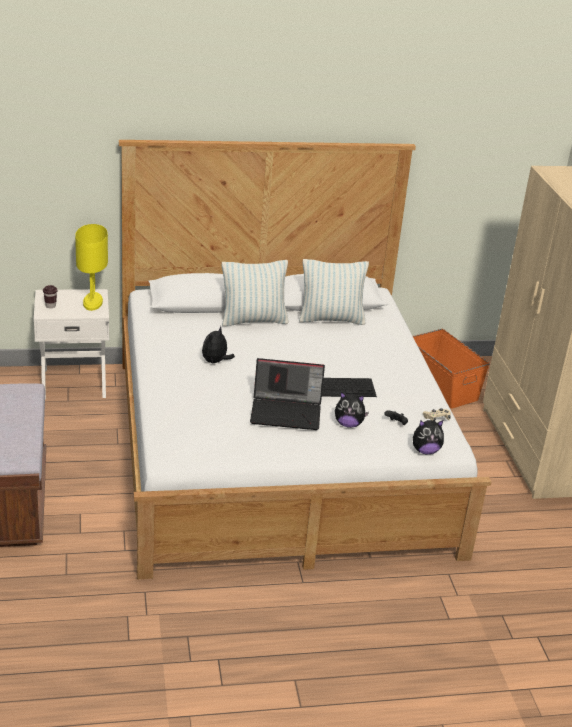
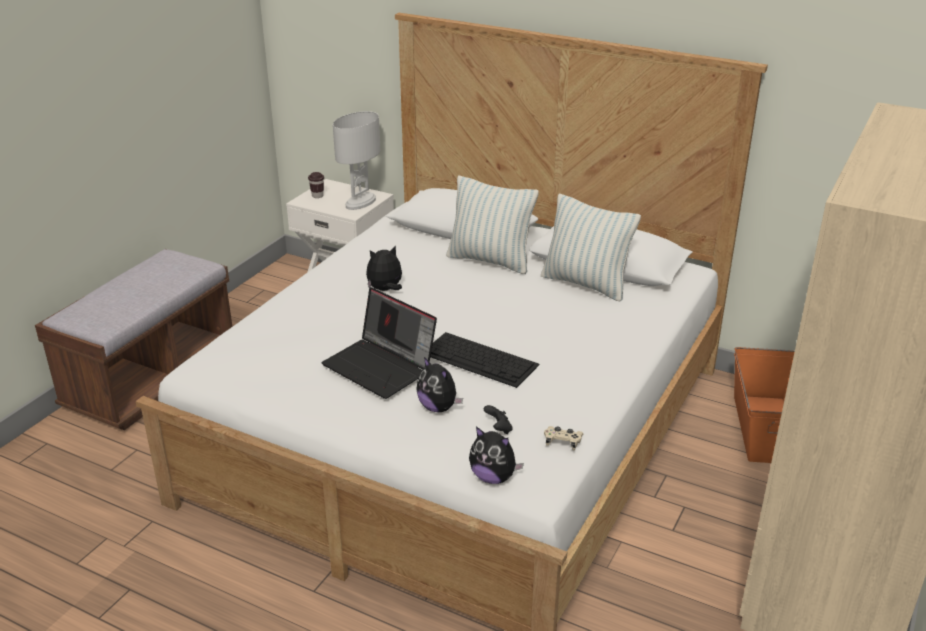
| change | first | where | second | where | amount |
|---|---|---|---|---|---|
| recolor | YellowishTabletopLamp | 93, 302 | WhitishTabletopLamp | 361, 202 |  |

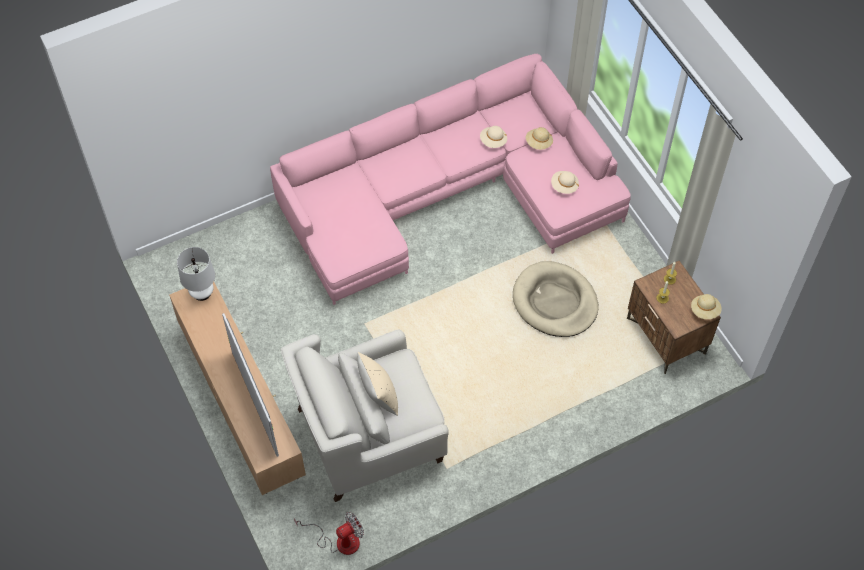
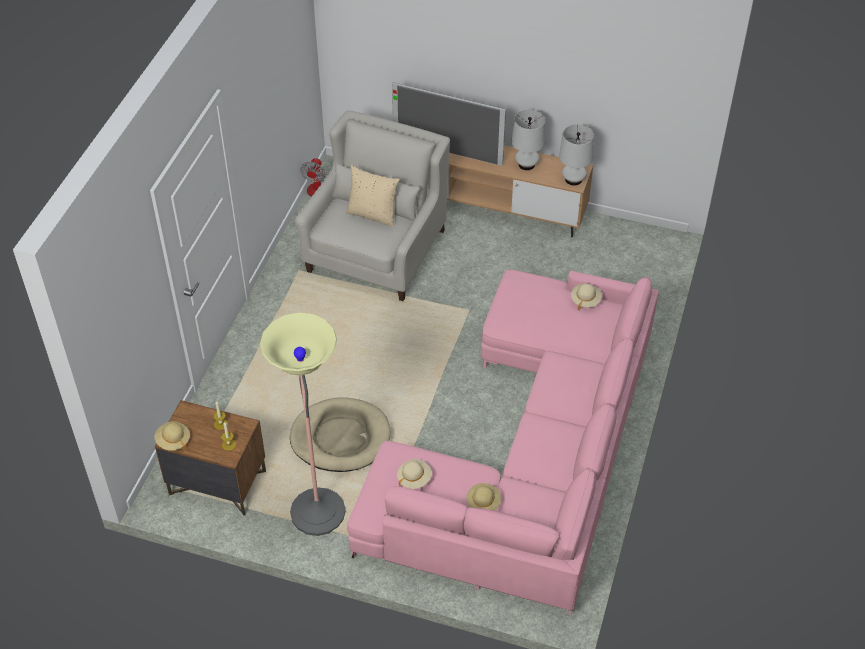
| change | first | where | second | where | amount |
|---|---|---|---|---|---|
| move | BeigeHat | 493, 141 |  | 585, 300 |  |
| insert |  |  | FloorLamp | 318, 512 |  |
| insert |  |  | WhitishTabletopLamp | 526, 164 |  |

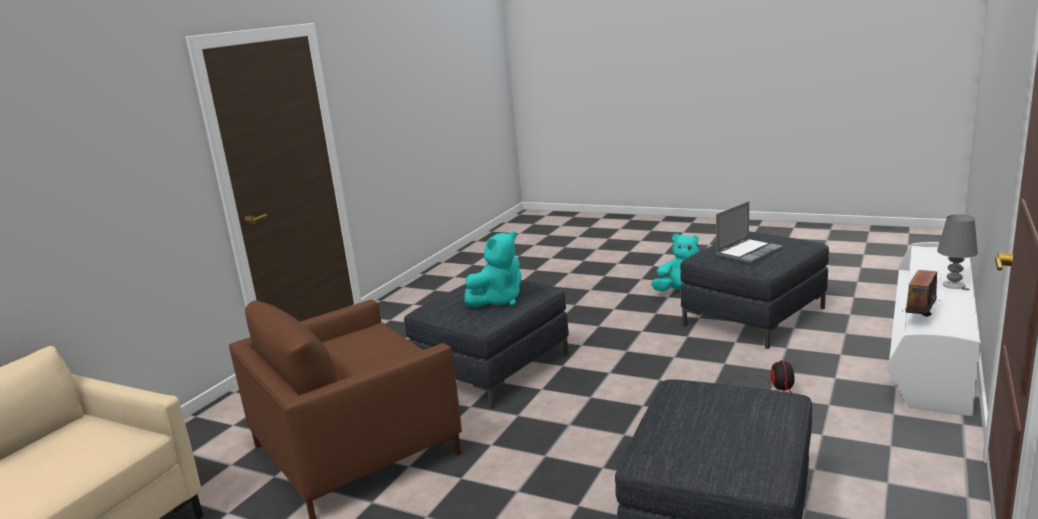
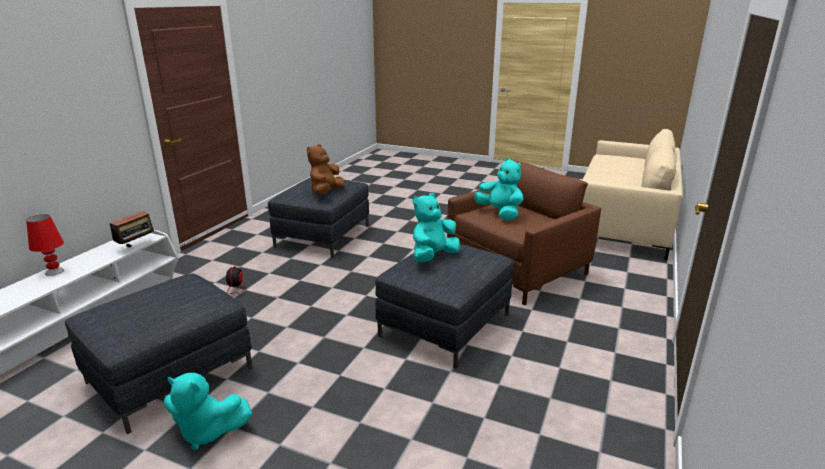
| change | first | where | second | where | amount |
|---|---|---|---|---|---|
| delete | NotebookComputer | 748, 252 |  |  |  |
| recolor | GrayTabletopLamp | 953, 285 | RedColouredTabletopLamp | 54, 272 |  |
| insert |  |  | BrownCuddlyToy | 326, 192 |  |
| insert |  |  | BlueGreenCuddlyToy | 500, 213 |  |

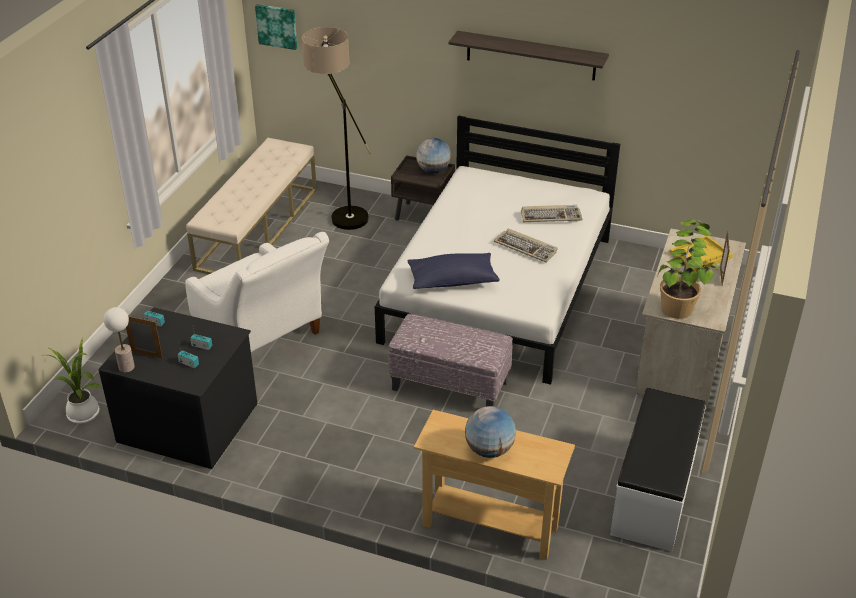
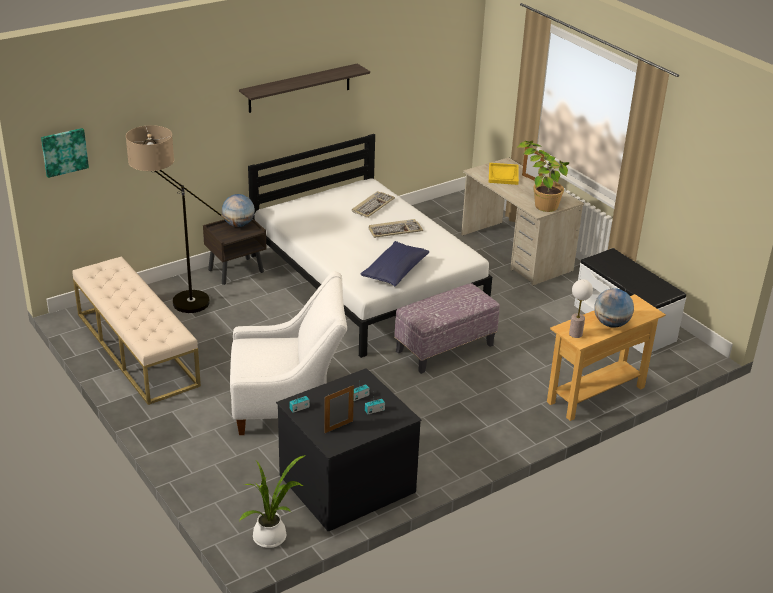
| change | first | where | second | where | amount |
|---|---|---|---|---|---|
| move | TabletopLamp | 127, 367 |  | 575, 334 |  |

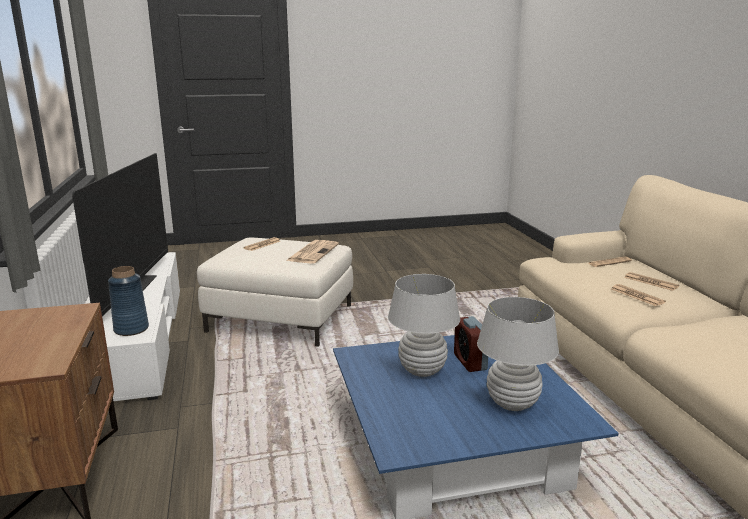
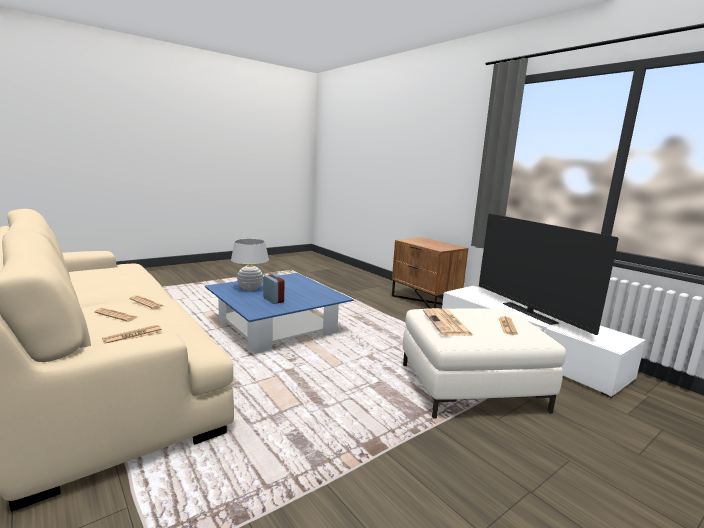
| change | first | where | second | where | amount |
|---|---|---|---|---|---|
| delete | BluishVase | 131, 329 |  |  |  |
| delete | WhitishTabletopLamp | 422, 370 |  |  |  |

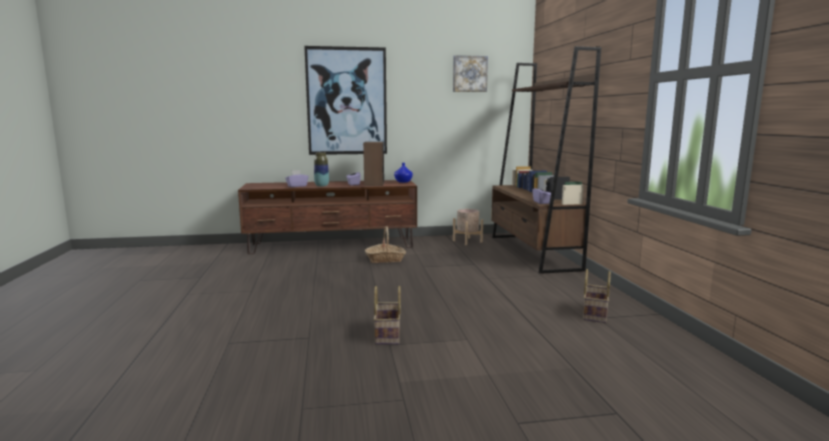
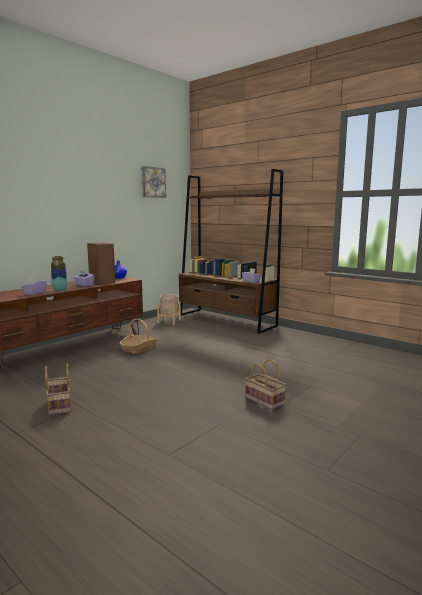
| change | first | where | second | where | amount |
|---|---|---|---|---|---|
| delete | WallArt | 346, 101 |  |  |  |
| move | Basket | 594, 314 |  | 59, 405 |  |

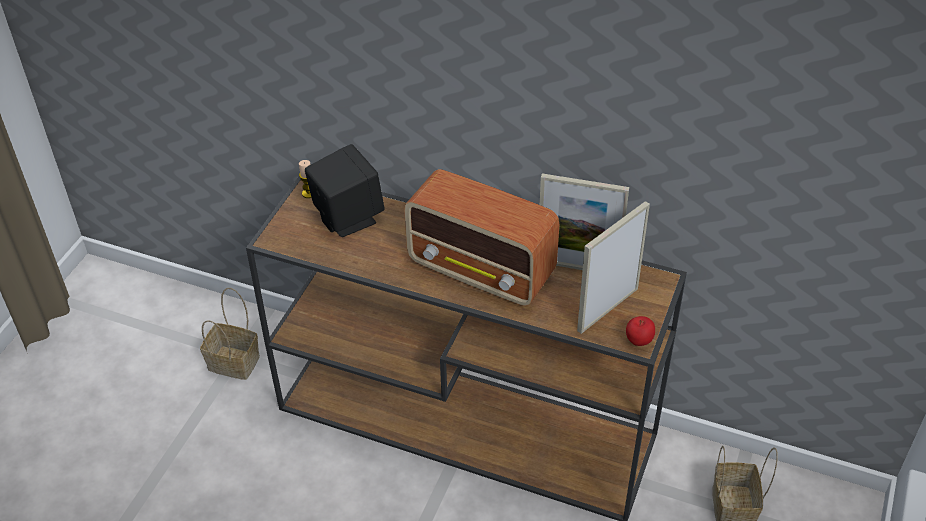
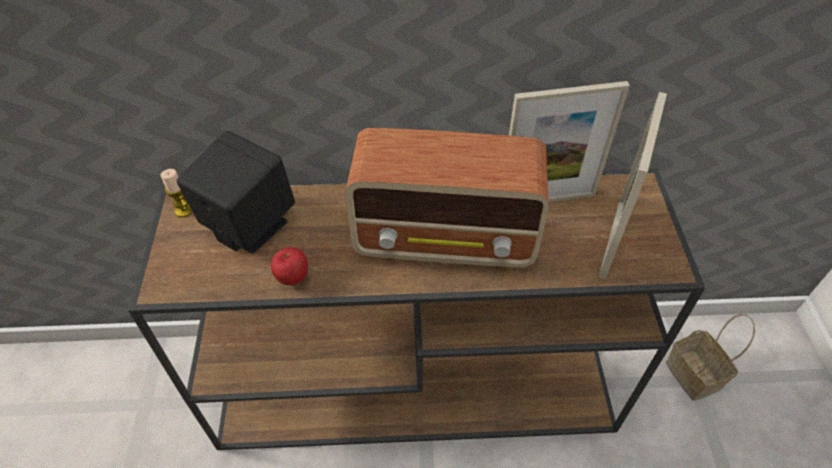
| change | first | where | second | where | amount |
|---|---|---|---|---|---|
| delete | Basket | 235, 362 |  |  |  |
| move | Apple | 638, 341 |  | 292, 278 |  |

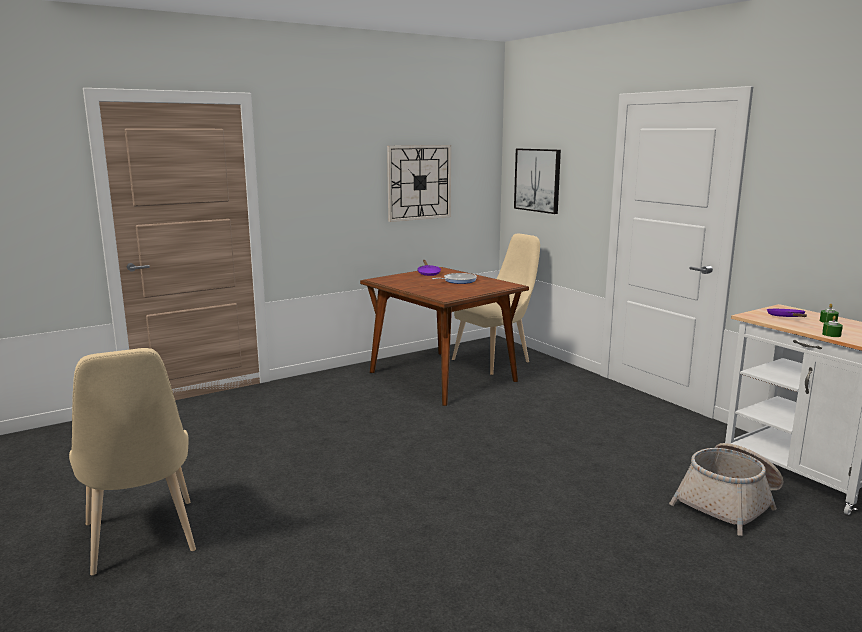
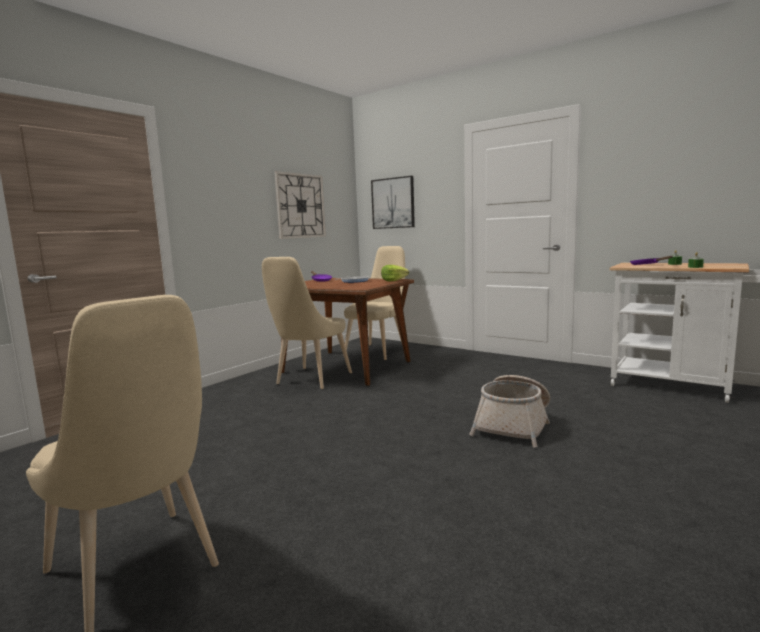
| change | first | where | second | where | amount |
|---|---|---|---|---|---|
| move | Basket | 729, 503 |  | 513, 425 |  |
| insert |  |  | BeigeUprightChair | 310, 380 |  |
| insert |  |  | HeadOfLettuce | 393, 281 |  |

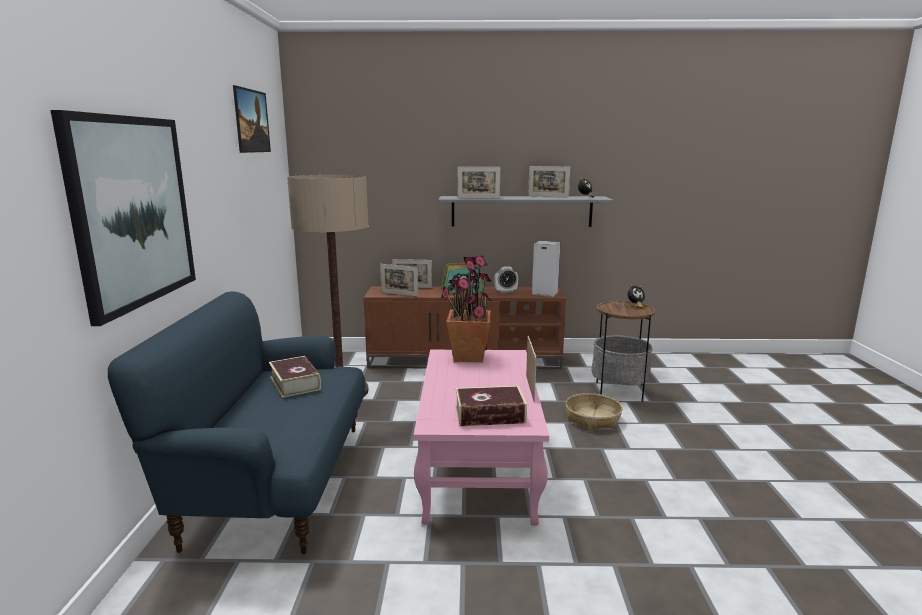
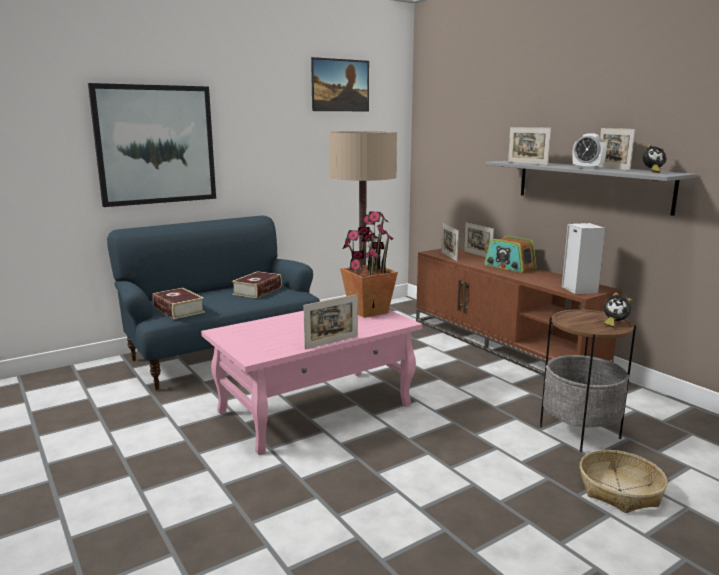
| change | first | where | second | where | amount |
|---|---|---|---|---|---|
| move | Volume | 490, 414 |  | 178, 310 |  |
| move | AlarmClock | 506, 291 |  | 587, 168 |  |
| move | Basket | 592, 418 |  | 620, 490 |  |

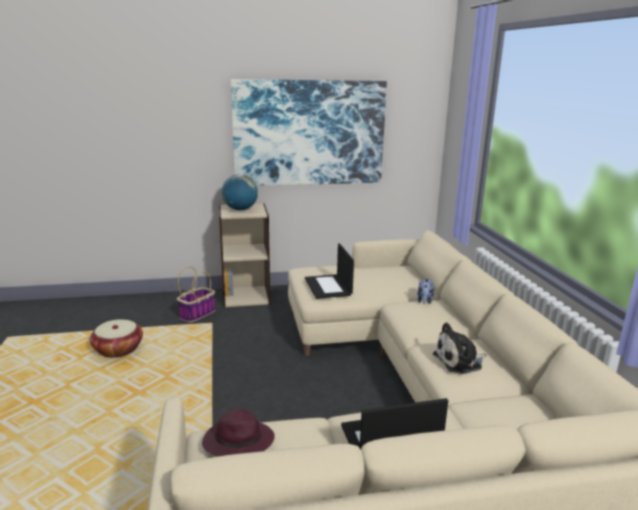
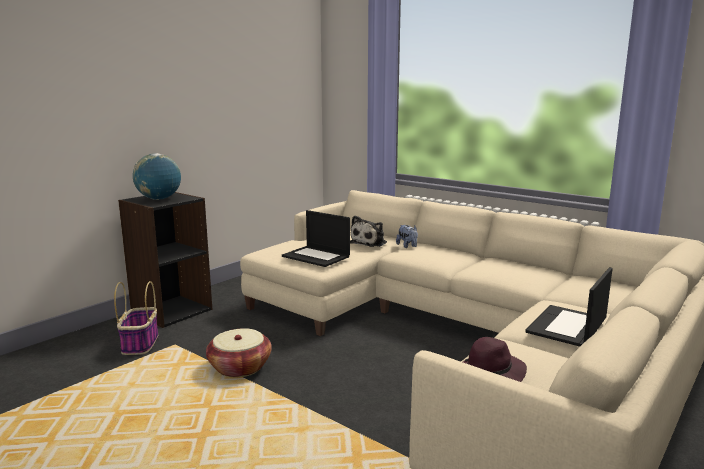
| change | first | where | second | where | amount |
|---|---|---|---|---|---|
| move | Basket | 118, 349 |  | 240, 367 |  |
| recolor | BeigeBookshelf | 246, 296 | BlackishBookshelf | 171, 311 |  |
| delete | WallArt | 309, 133 |  |  |  |
| move | CuddlyToy | 460, 361 |  | 370, 242 |  |

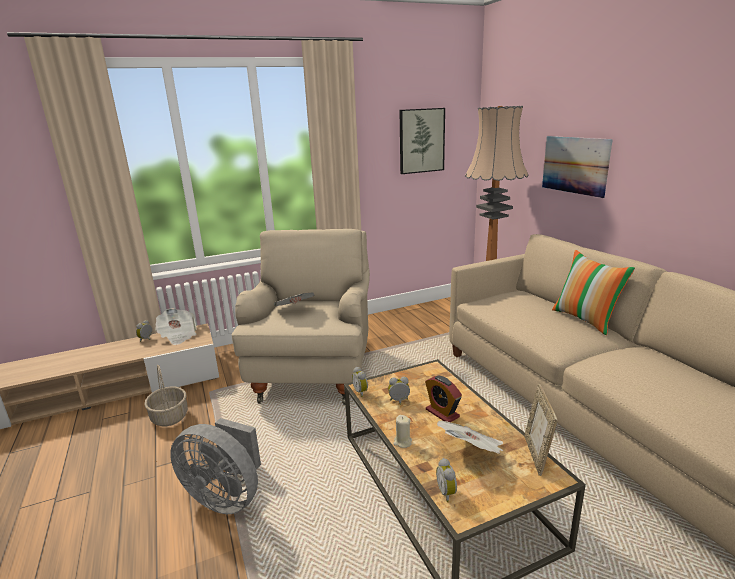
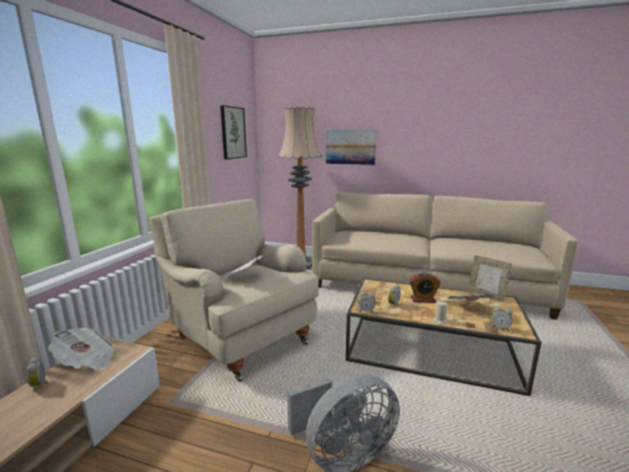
| change | first | where | second | where | amount |
|---|---|---|---|---|---|
| delete | Basket | 169, 417 |  |  |  |
| delete | ThrowPillow | 585, 319 |  |  |  |

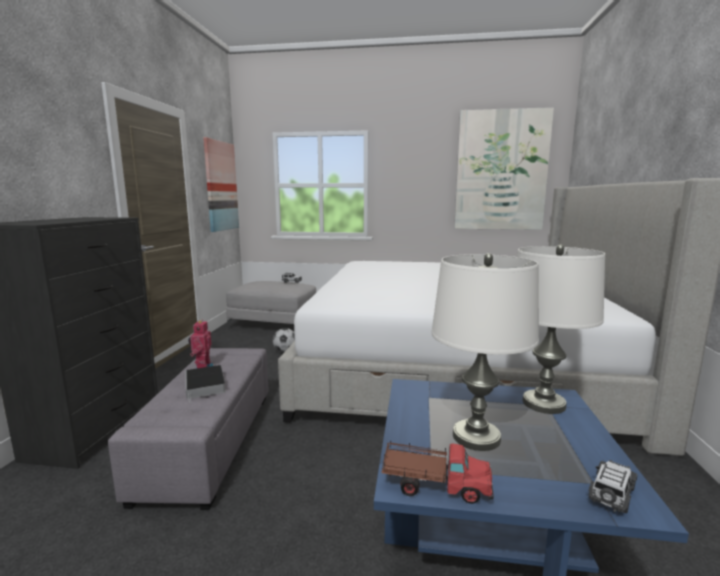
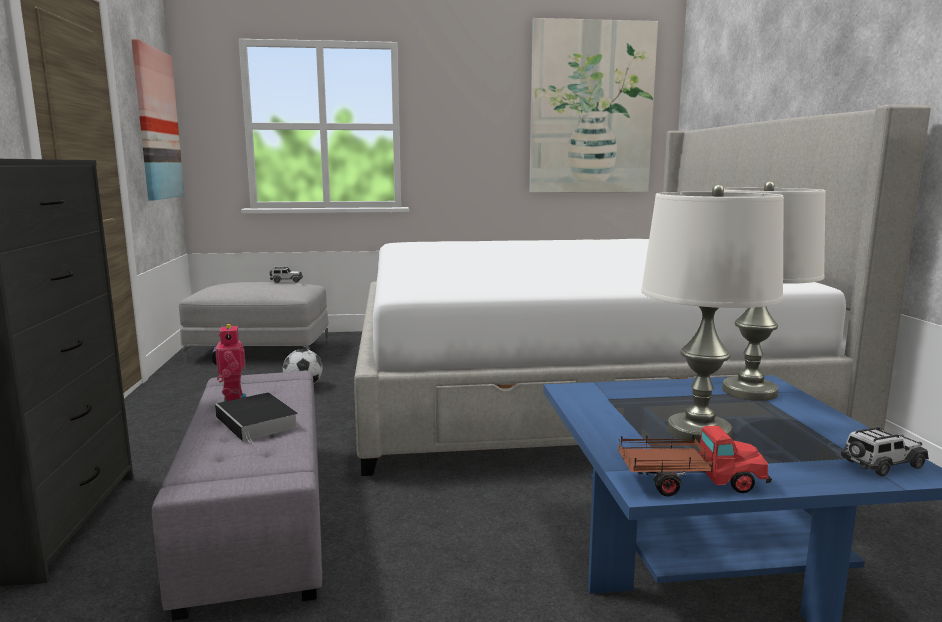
| change | first | where | second | where | amount |
|---|---|---|---|---|---|
| rotate | MiniatureCar | 611, 494 |  | 881, 465 | 45 degrees clockwise |

